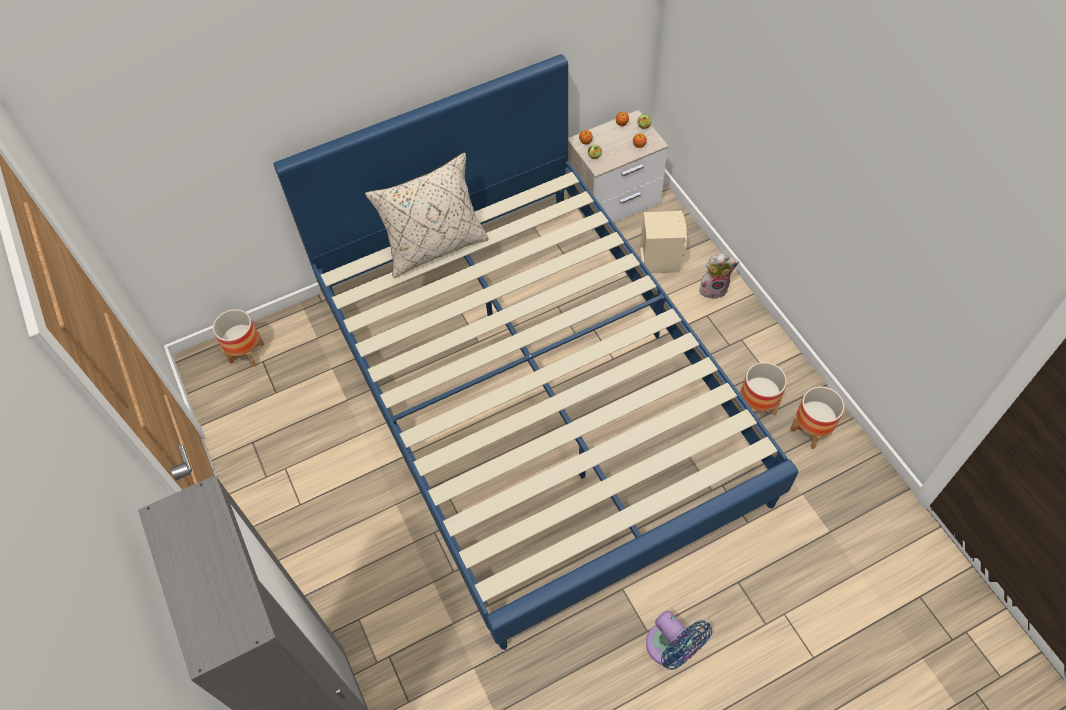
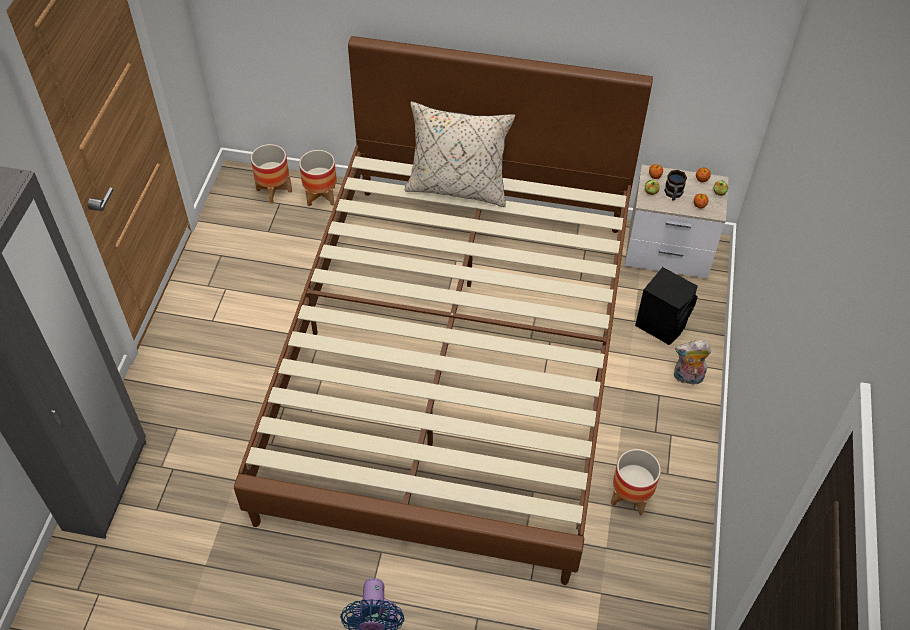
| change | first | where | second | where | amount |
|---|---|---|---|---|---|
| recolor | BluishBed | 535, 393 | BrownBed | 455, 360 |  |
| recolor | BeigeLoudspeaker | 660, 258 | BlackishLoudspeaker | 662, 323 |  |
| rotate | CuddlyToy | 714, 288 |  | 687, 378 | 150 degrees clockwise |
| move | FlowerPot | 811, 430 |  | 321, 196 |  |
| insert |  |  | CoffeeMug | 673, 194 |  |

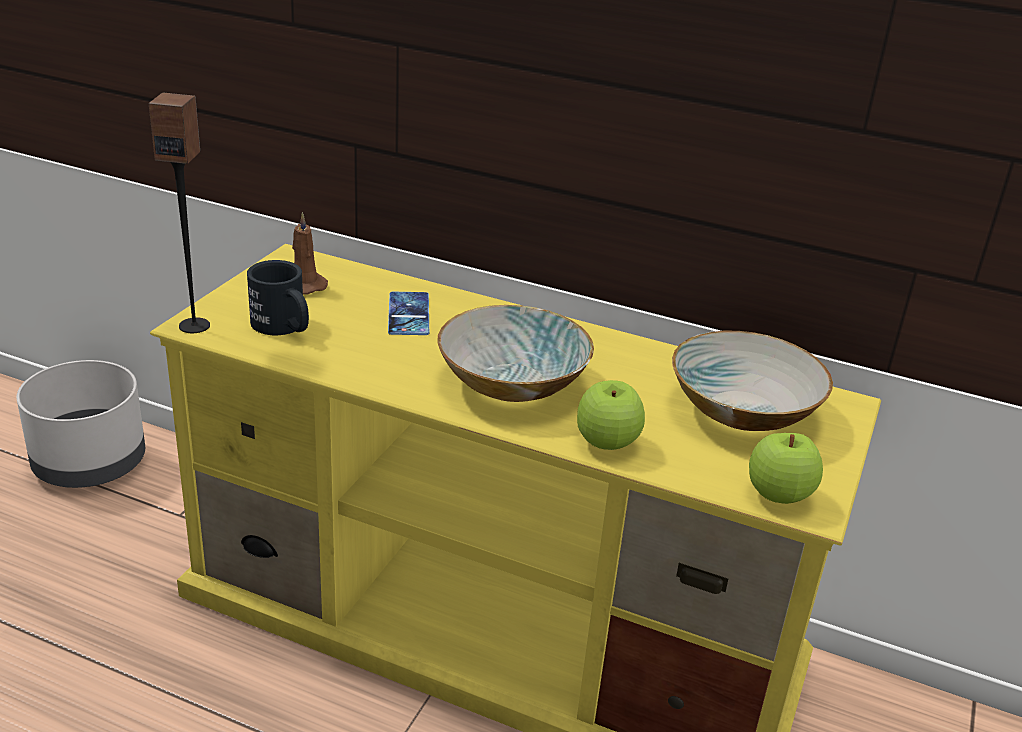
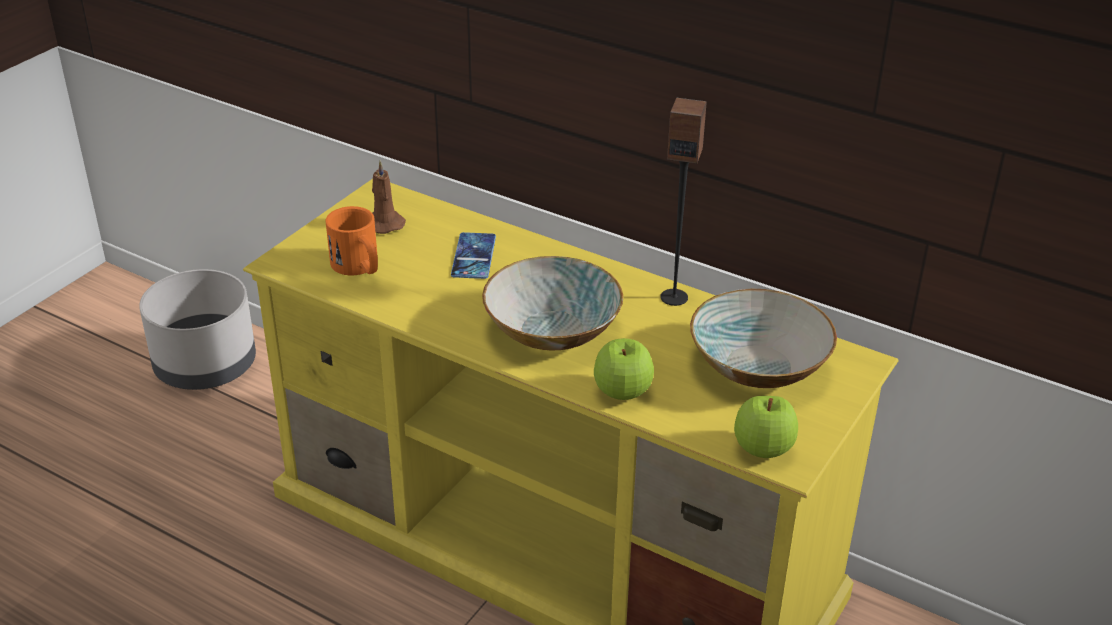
| change | first | where | second | where | amount |
|---|---|---|---|---|---|
| move | Loudspeaker | 194, 325 |  | 674, 297 |  |
| recolor | BlackishCoffeeMug | 284, 327 | OrangeColouredCoffeeMug | 359, 267 |  |

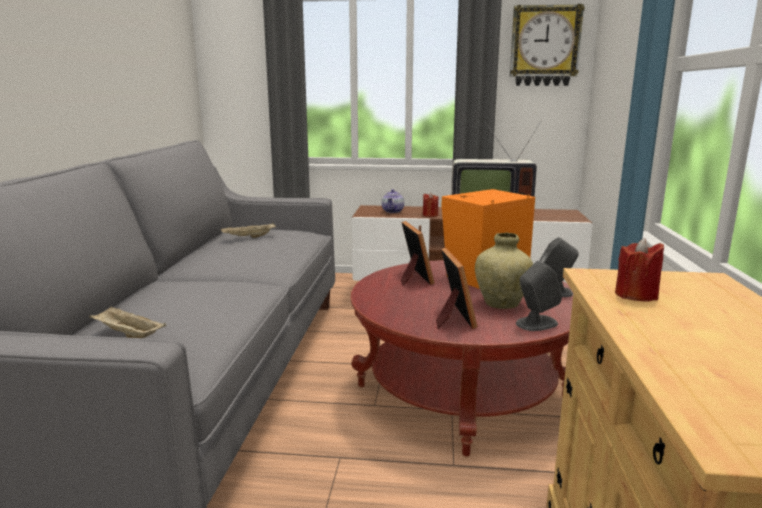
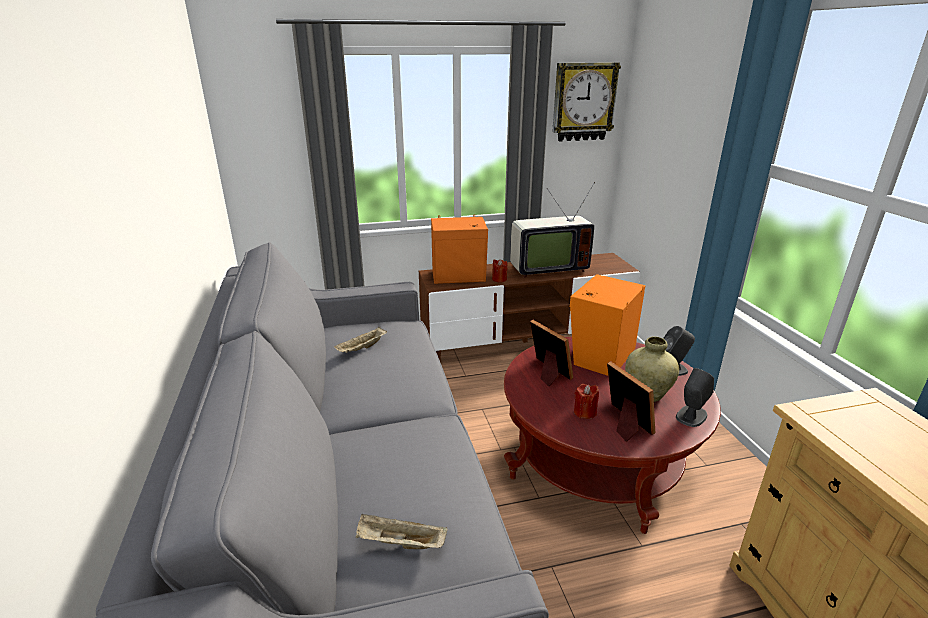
| change | first | where | second | where | amount |
|---|---|---|---|---|---|
| replace | Teapot | 393, 211 | OrangeColouredLoudspeaker | 460, 277 |  |
| move | RedColouredCandle | 636, 295 |  | 584, 412 |  |

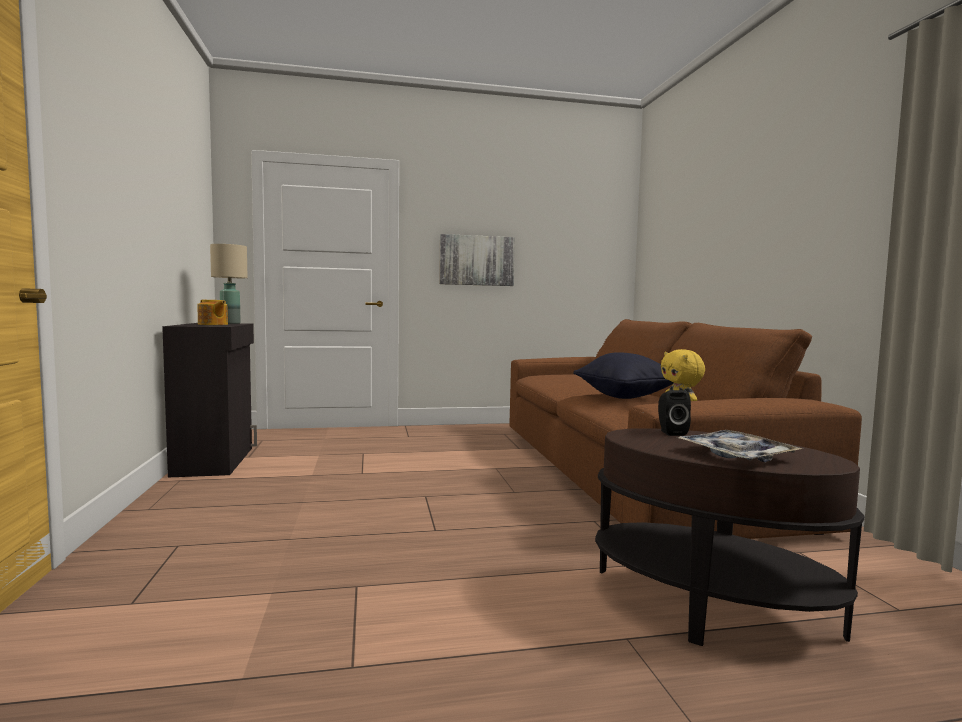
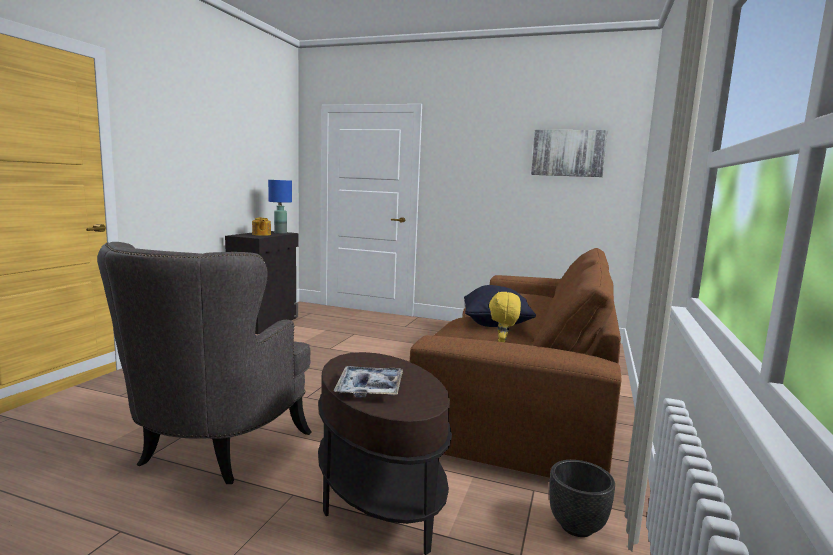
| change | first | where | second | where | amount |
|---|---|---|---|---|---|
| recolor | BeigeTabletopLamp | 230, 323 | BluishTabletopLamp | 280, 233 |  |
| move | WallArt | 476, 260 |  | 568, 153 |  |
| delete | BlackishLoudspeaker | 670, 432 |  |  |  |
| insert |  |  | GrayEasyChair | 213, 450 |  |
| insert |  |  | BlackishFlowerPot | 577, 527 |  |

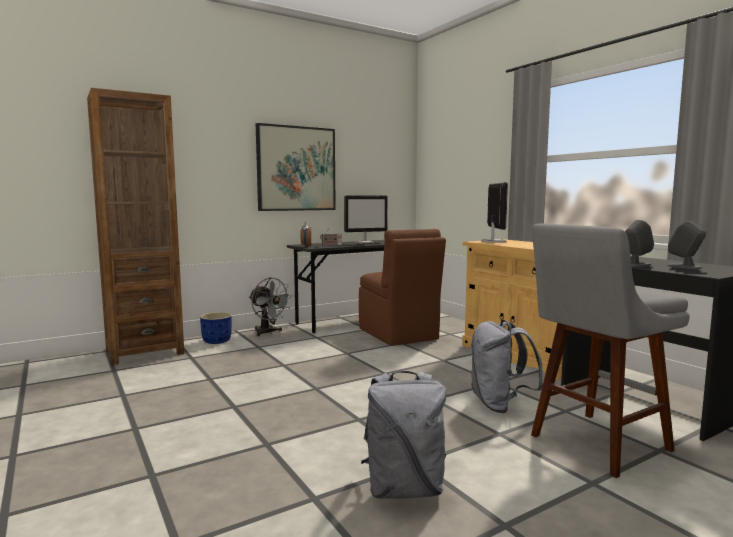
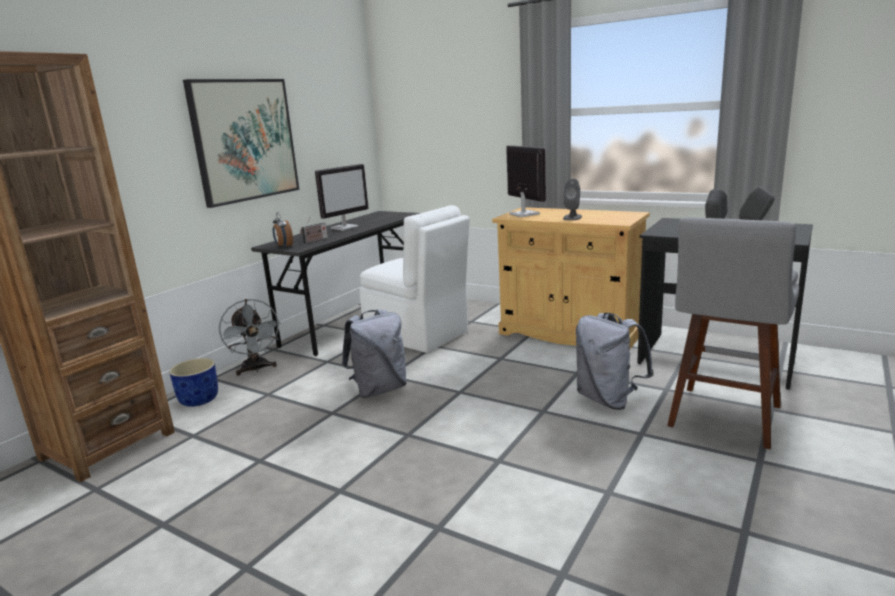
| change | first | where | second | where | amount |
|---|---|---|---|---|---|
| rotate | GrayCoolingFan | 268, 332 |  | 256, 369 | 45 degrees clockwise |
| recolor | BrownUprightChair | 398, 334 | WhitishUprightChair | 418, 335 |  |
| move | GrayBackpack | 404, 488 |  | 379, 389 |  |
| insert |  |  | GrayLoudspeaker | 572, 217 |  |

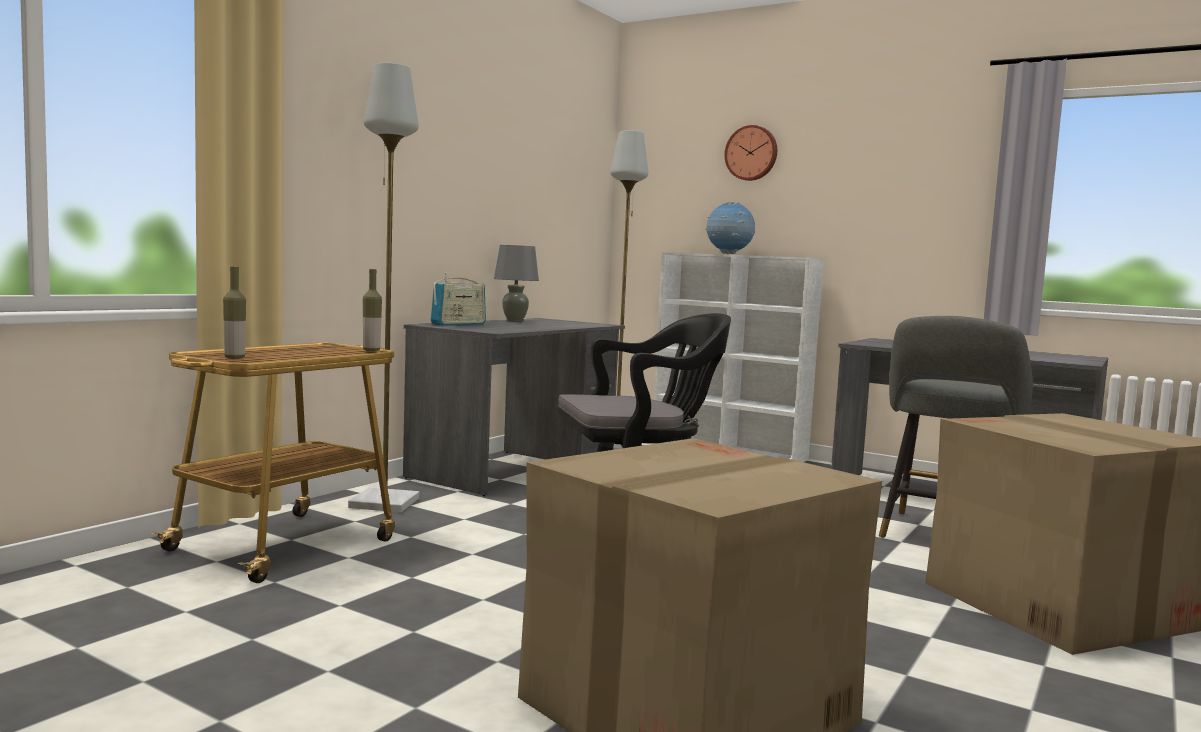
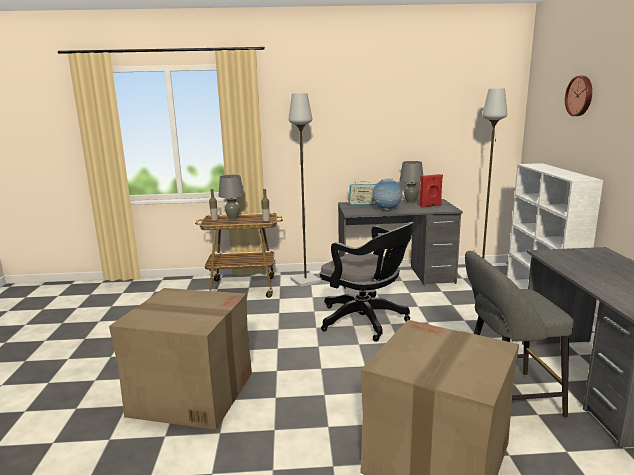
| change | first | where | second | where | amount |
|---|---|---|---|---|---|
| move | DeskGlobe | 729, 254 |  | 387, 210 |  |
| insert |  |  | GrayTabletopLamp | 233, 218 |  |
| insert |  |  | RedColouredLoudspeaker | 430, 206 |  |

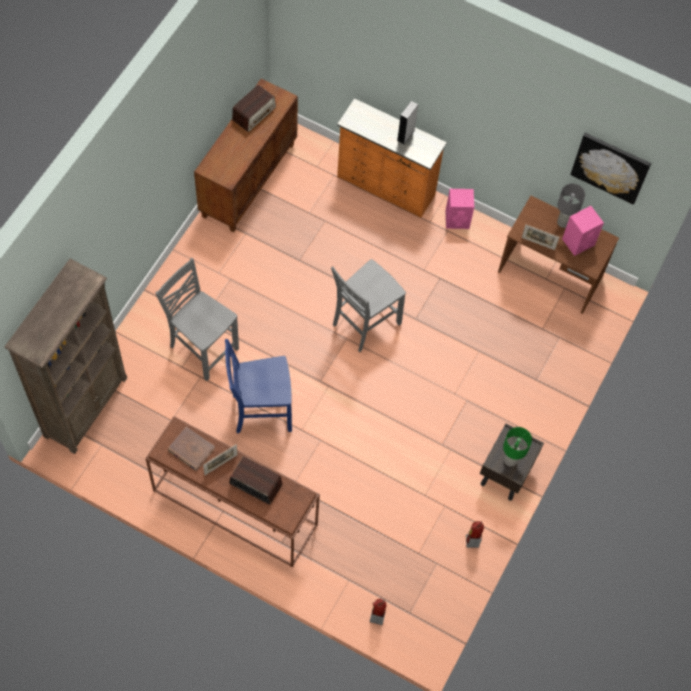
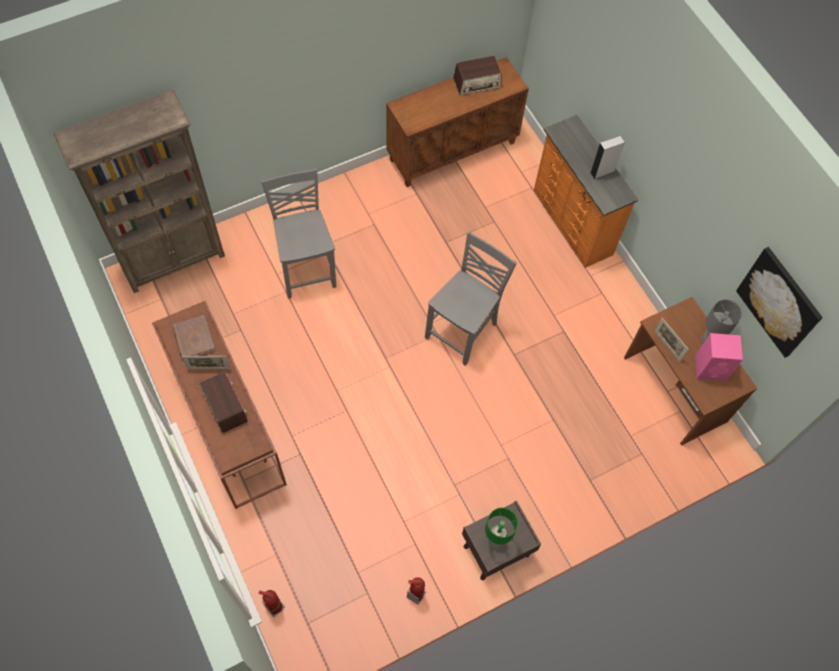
| change | first | where | second | where | amount |
|---|---|---|---|---|---|
| delete | BluishUprightChair | 260, 411 |  |  |  |
| rotate | GrayUprightChair | 364, 324 |  | 463, 331 | 135 degrees clockwise |
| delete | PinkColouredLoudspeaker | 458, 219 |  |  |  |

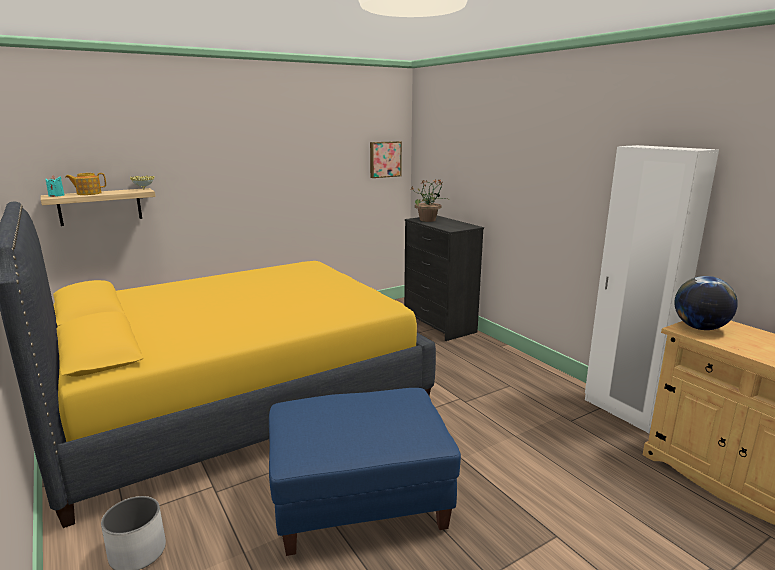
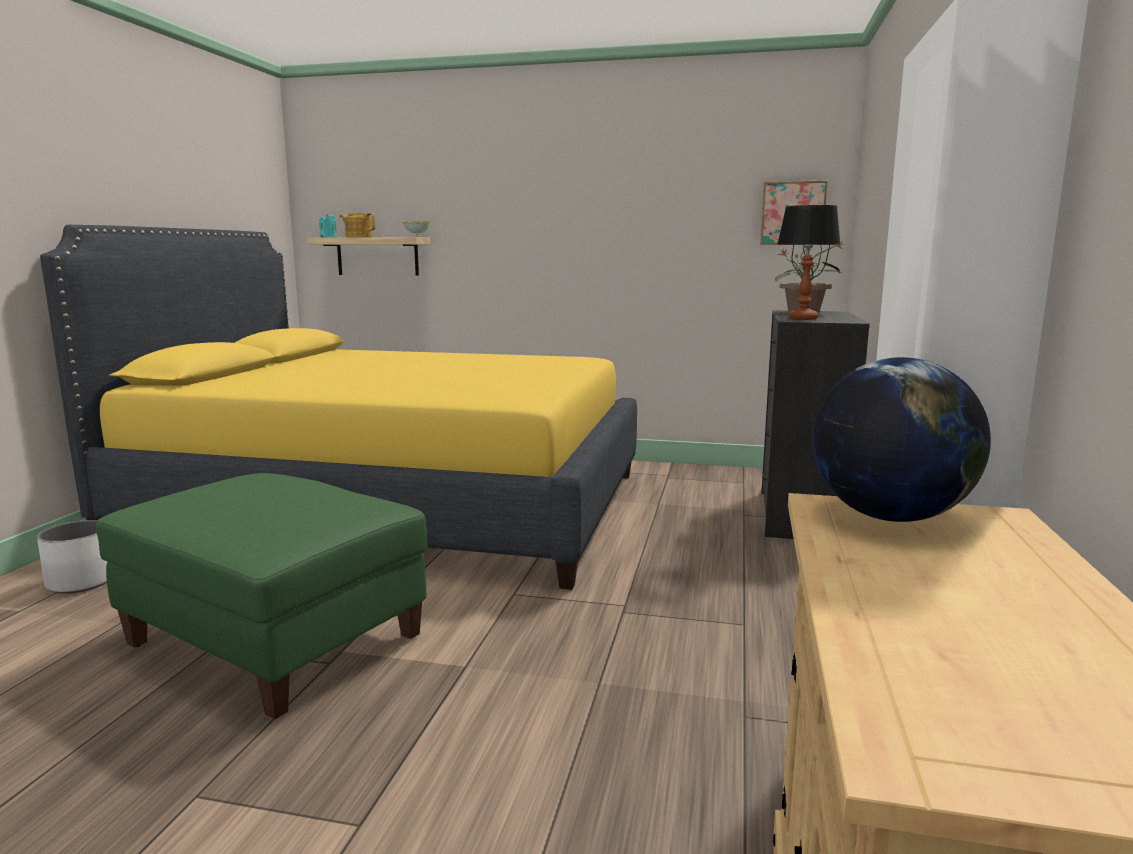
| change | first | where | second | where | amount |
|---|---|---|---|---|---|
| recolor | BluishPouffe | 360, 501 | GreenPouffe | 275, 642 |  |
| insert |  |  | TabletopLamp | 803, 318 |  |

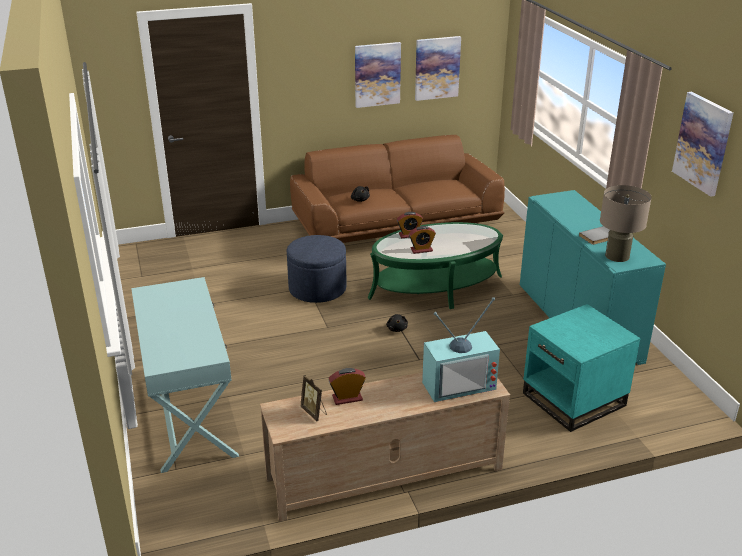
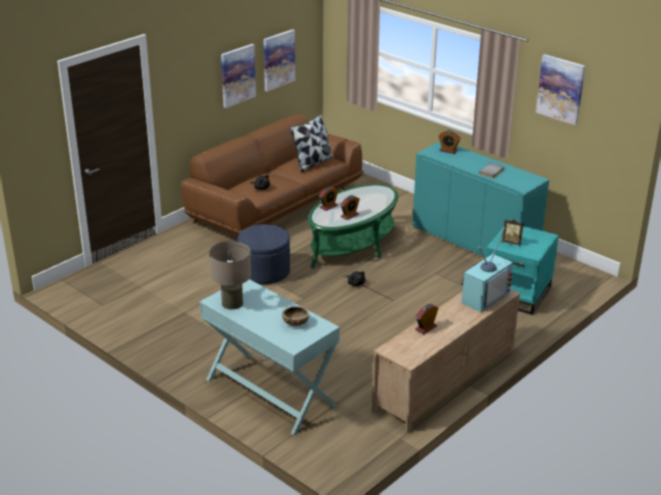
| change | first | where | second | where | amount |
|---|---|---|---|---|---|
| move | StandingFrame | 314, 412 |  | 512, 242 |  |
| move | BeigeTabletopLamp | 617, 256 |  | 232, 303 |  |
| insert |  |  | BrownServingBowl | 295, 323 |  |
| insert |  |  | ThrowPillow | 312, 163 |  |
| insert |  |  | AlarmClock | 448, 150 |  |

